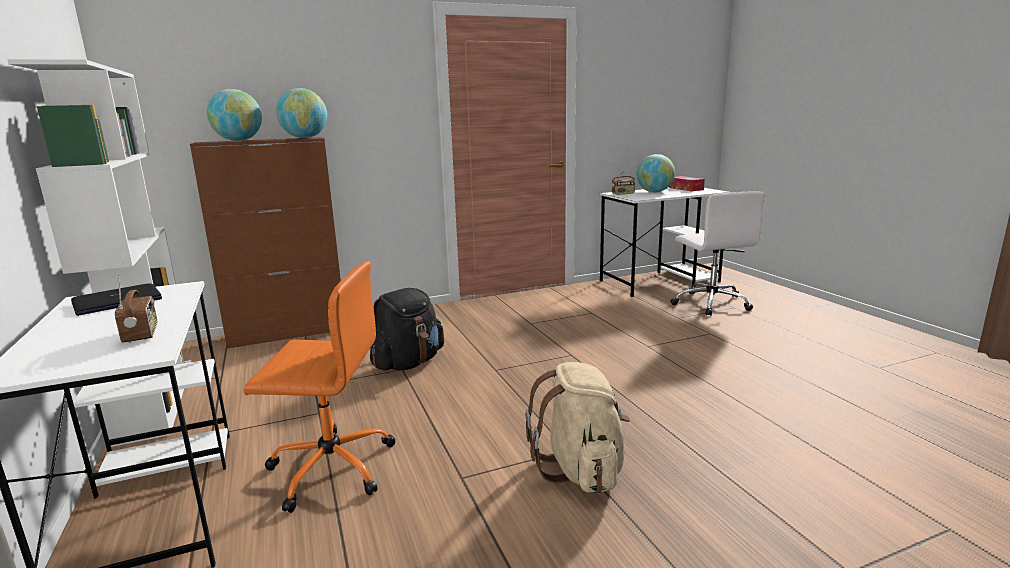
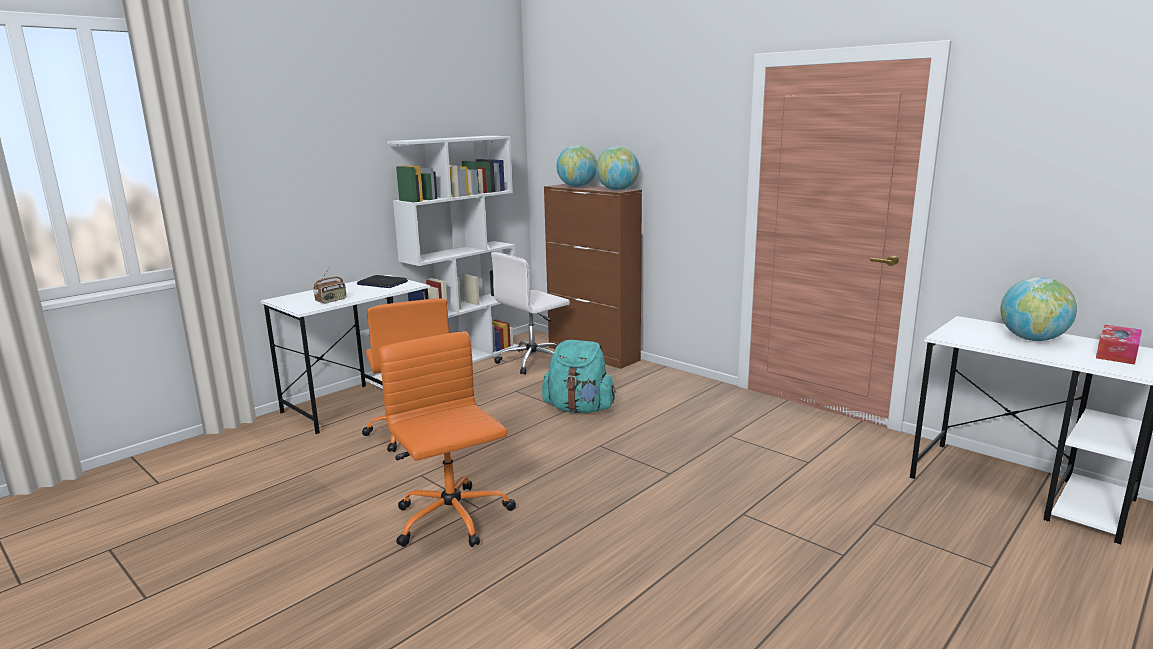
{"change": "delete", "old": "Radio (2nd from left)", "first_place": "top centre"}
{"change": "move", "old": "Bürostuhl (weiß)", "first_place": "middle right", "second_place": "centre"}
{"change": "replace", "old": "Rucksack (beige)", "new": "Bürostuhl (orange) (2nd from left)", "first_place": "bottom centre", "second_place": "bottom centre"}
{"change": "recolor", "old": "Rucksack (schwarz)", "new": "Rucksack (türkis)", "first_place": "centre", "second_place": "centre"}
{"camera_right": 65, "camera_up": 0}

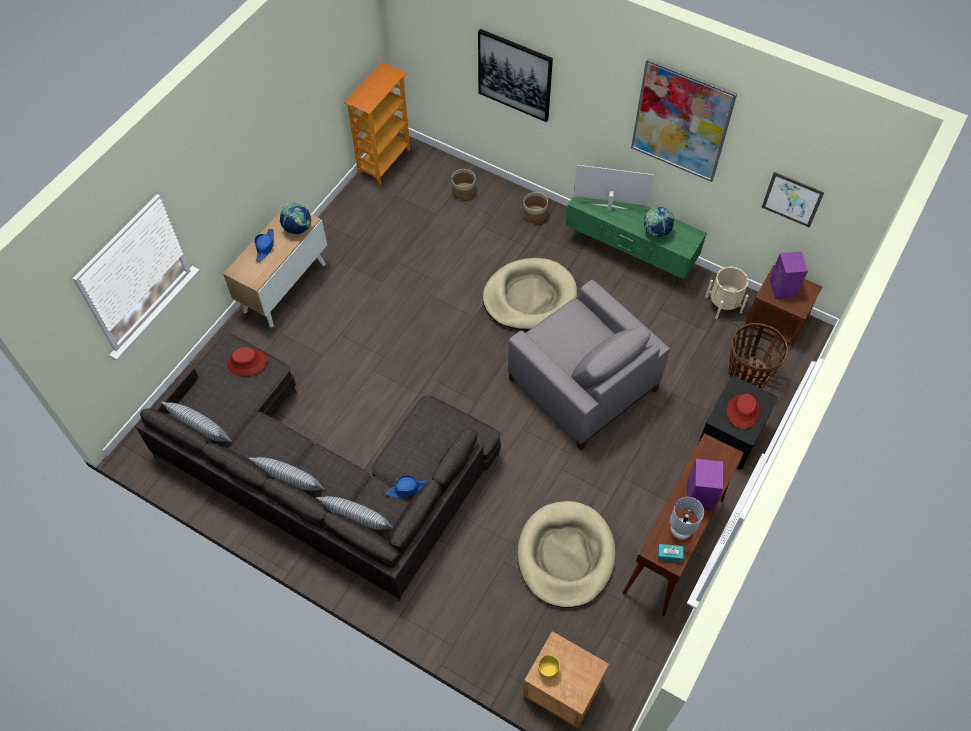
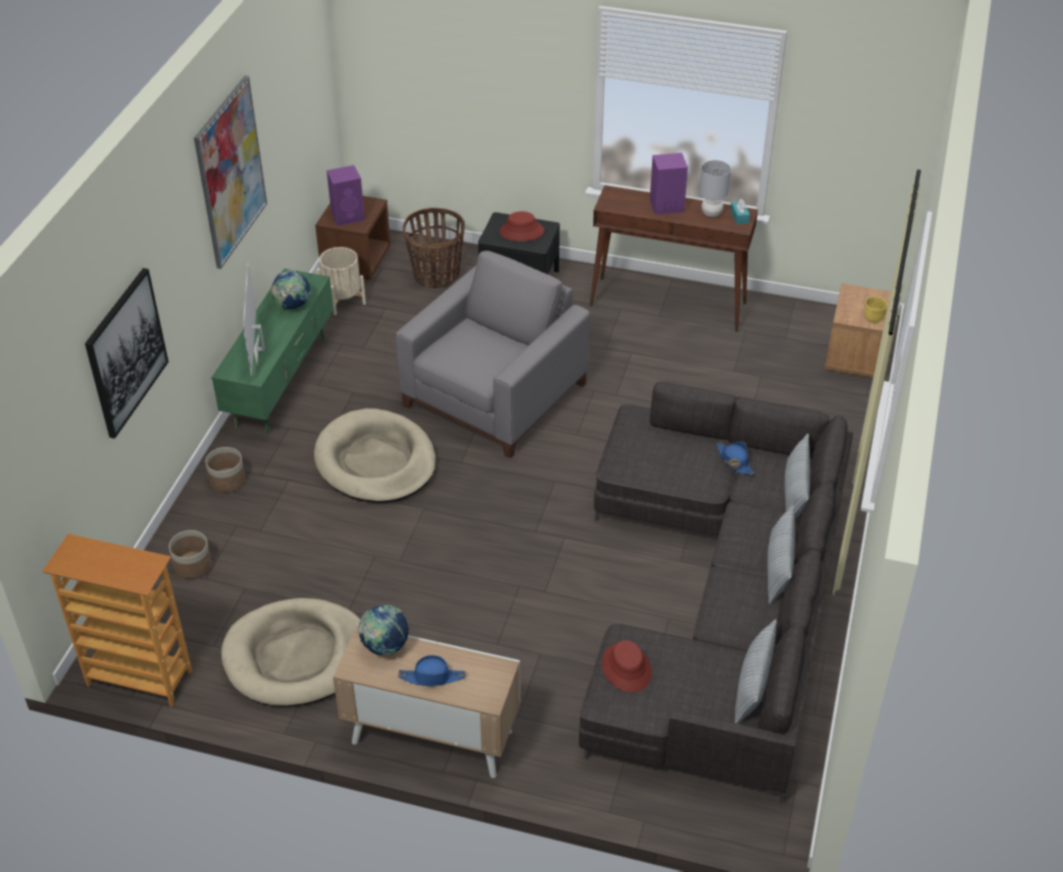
{"change": "delete", "old": "Bild (3rd from left)", "first_place": "top right"}
{"change": "move", "old": "Hundebett (beige) (2nd from left in the first image)", "new": "Hundebett (beige) (1st from left)", "first_place": "bottom centre", "second_place": "bottom left"}
{"camera_right": -105, "camera_up": -15}

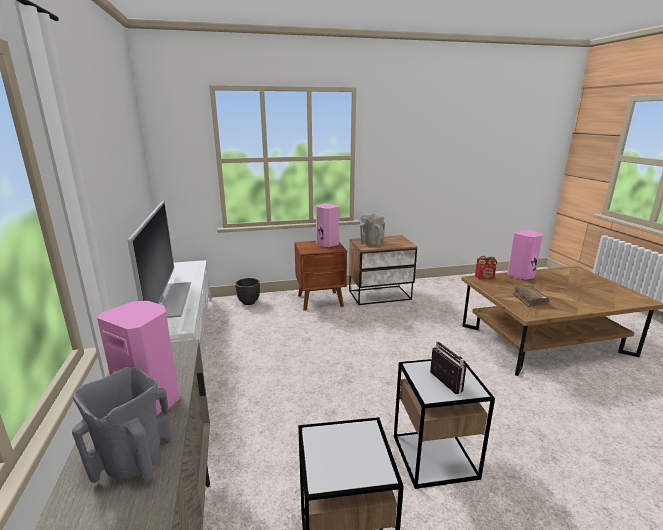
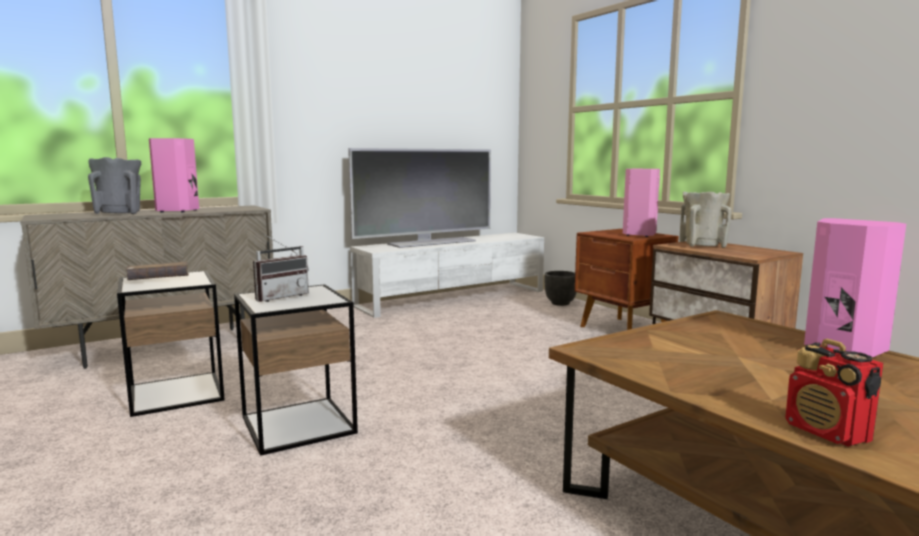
{"change": "move", "old": "Radio (2nd from left)", "first_place": "middle right", "second_place": "bottom right"}
{"change": "move", "old": "Buch (braun)", "first_place": "middle right", "second_place": "middle left"}
{"camera_right": 70, "camera_up": -10}

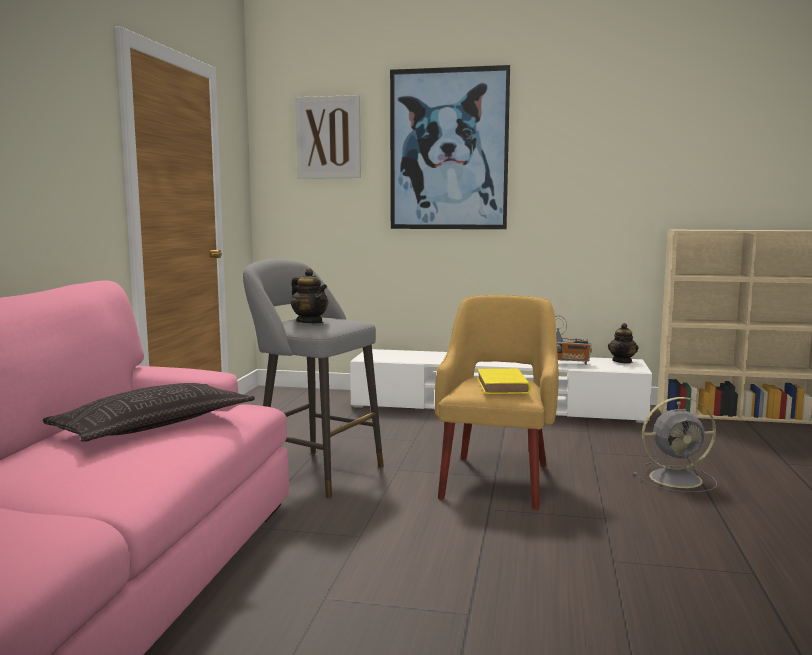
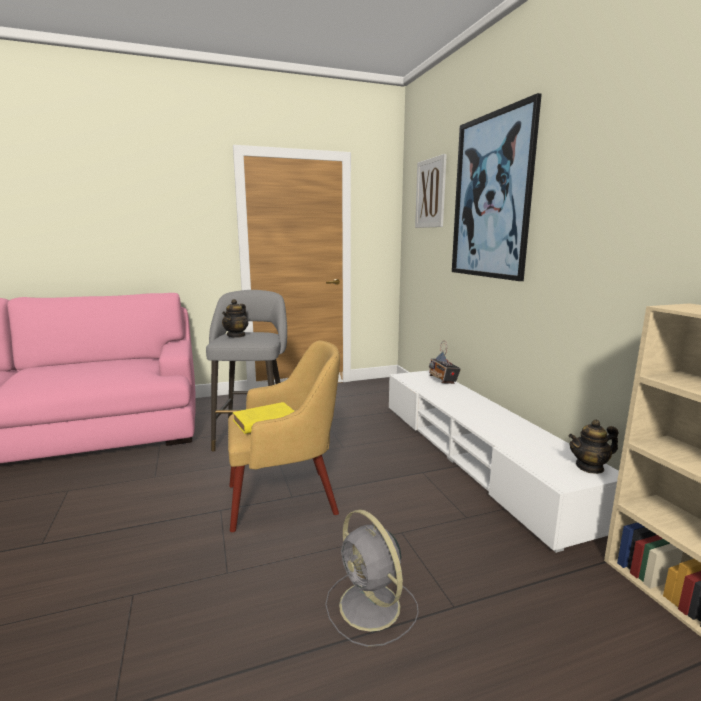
{"change": "delete", "old": "Kissen", "first_place": "middle left"}
{"change": "move", "old": "Radio", "first_place": "middle right", "second_place": "centre"}
{"camera_right": 60, "camera_up": 5}

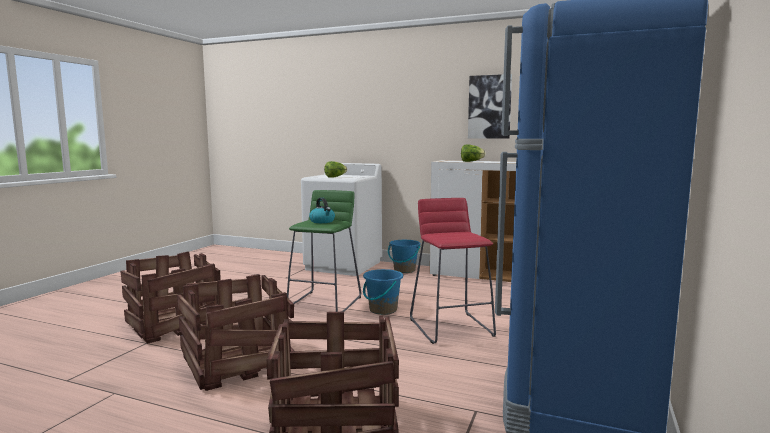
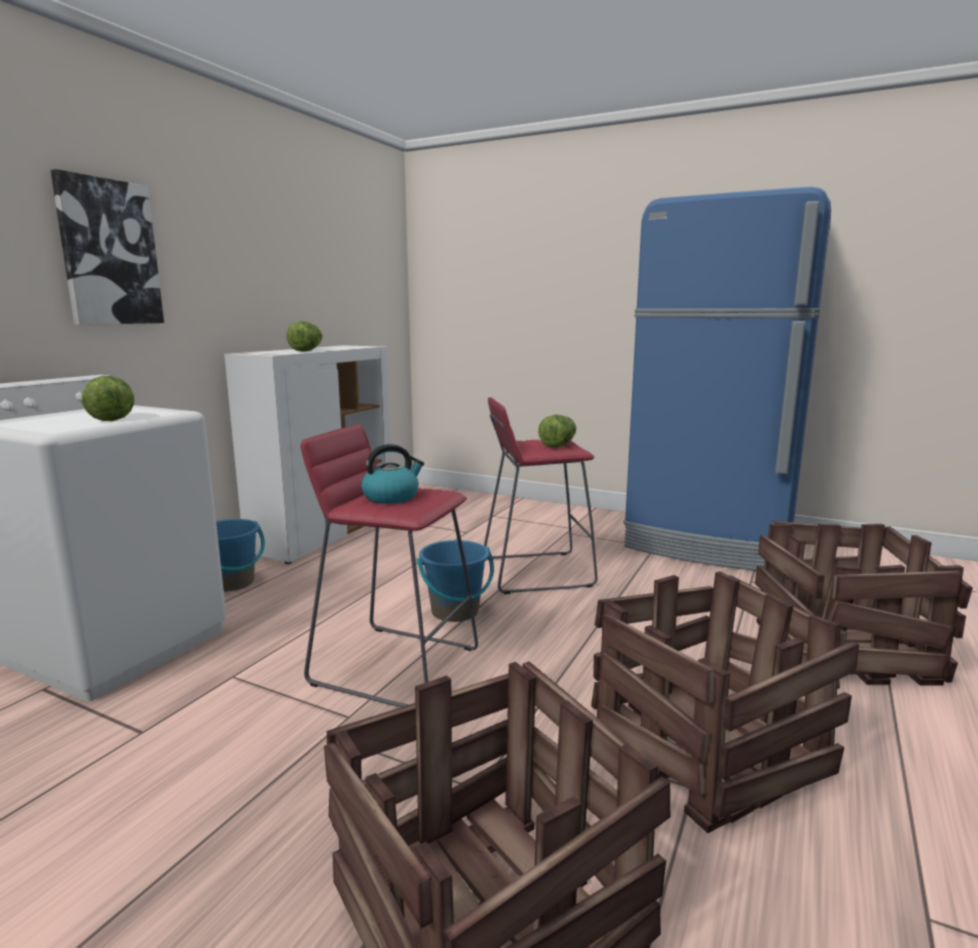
{"change": "insert", "new": "Salatkopf (3rd from left)", "second_place": "centre"}
{"change": "move", "old": "Bild", "first_place": "top centre", "second_place": "top left"}
{"change": "recolor", "old": "Hocker (grün)", "new": "Hocker (rot) (1st from left)", "first_place": "centre", "second_place": "centre"}
{"camera_right": -85, "camera_up": 5}

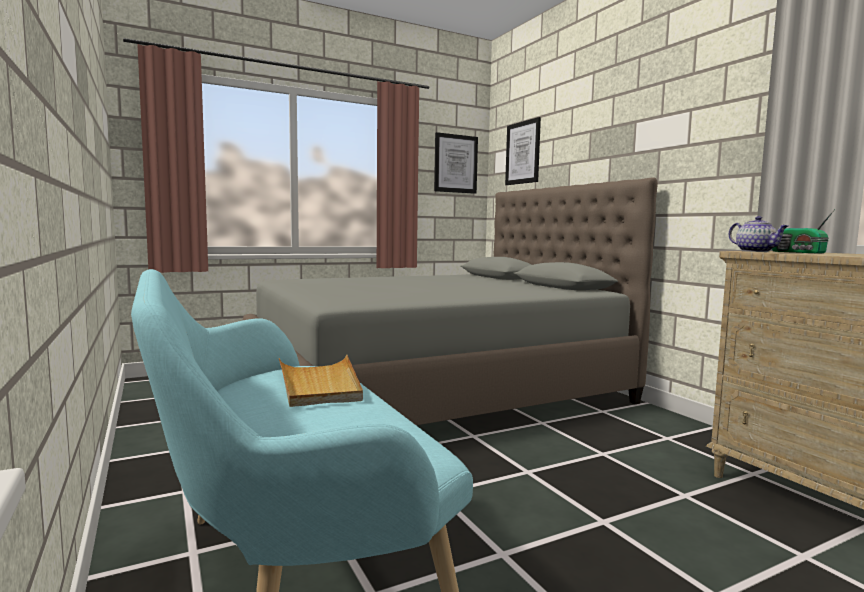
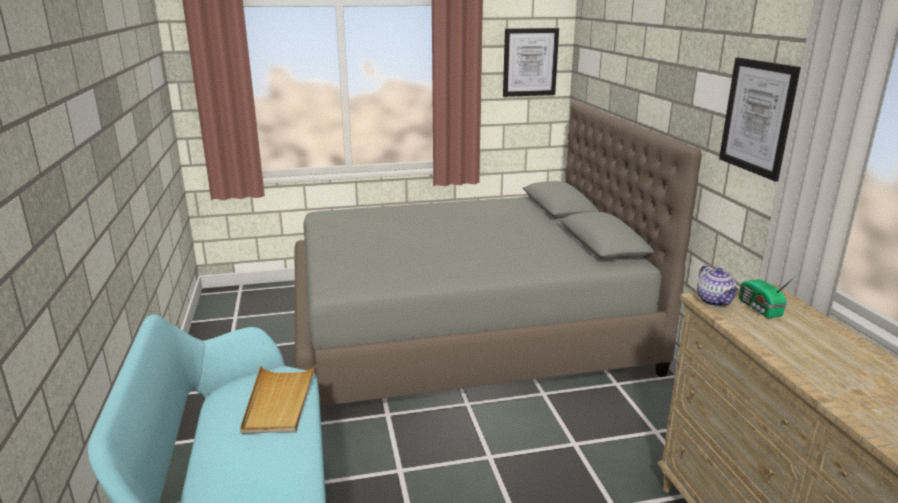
{"change": "move", "old": "Bild (2nd from left)", "first_place": "top centre", "second_place": "top right"}
{"camera_right": 15, "camera_up": 15}

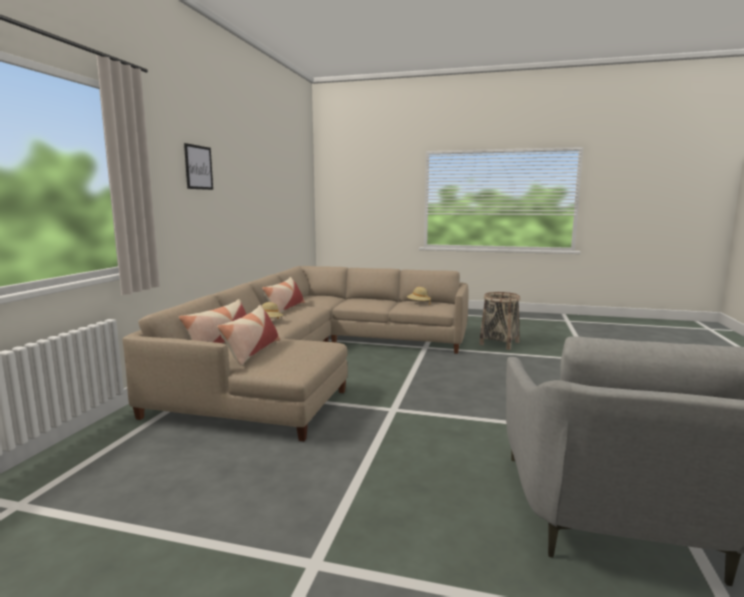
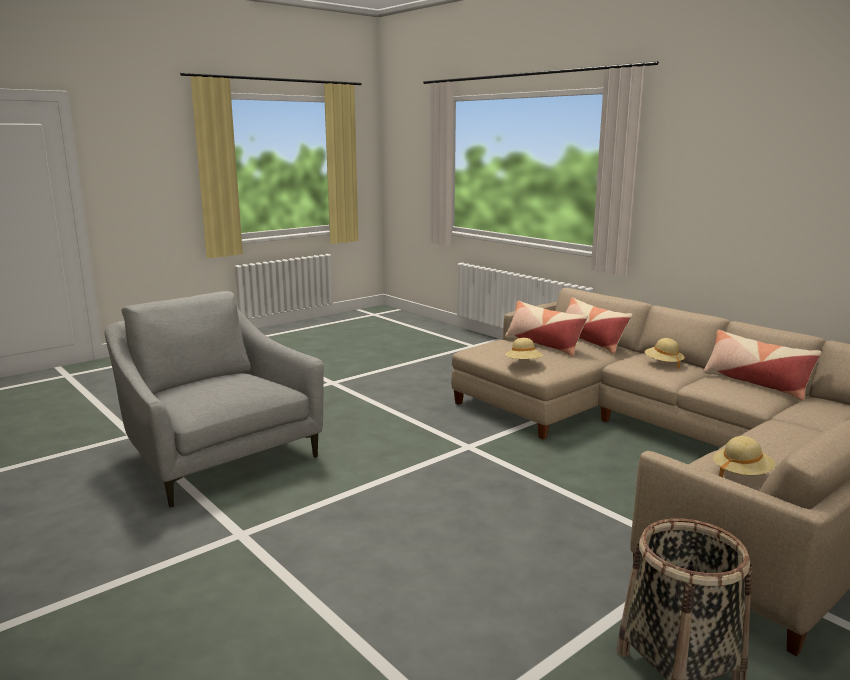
{"change": "delete", "old": "Bild", "first_place": "top left"}
{"change": "insert", "new": "Hut (beige) (1st from left)", "second_place": "centre"}
{"camera_right": 125, "camera_up": 5}

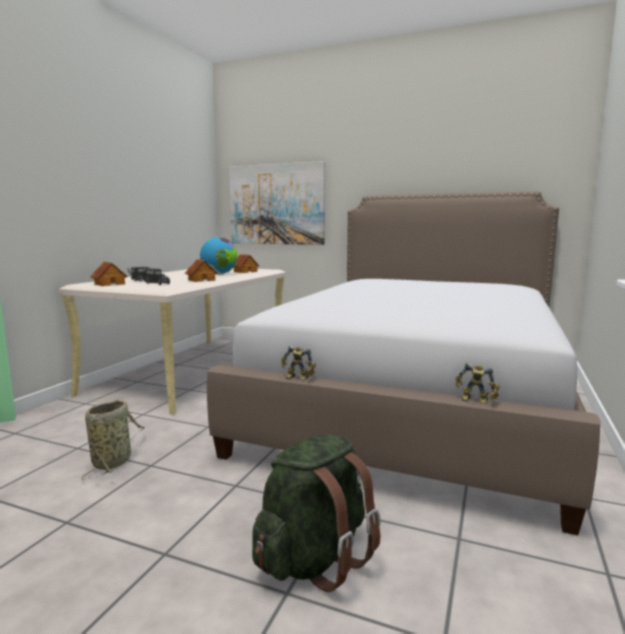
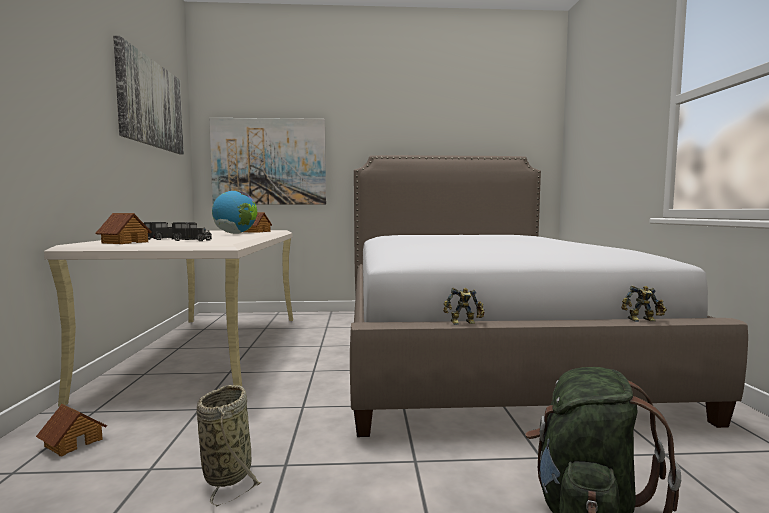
{"change": "insert", "new": "Bild (1st from left)", "second_place": "top left"}
{"change": "move", "old": "Spielzeughaus (2nd from left in the first image)", "new": "Spielzeughaus (1st from left)", "first_place": "middle left", "second_place": "bottom left"}
{"camera_right": -25, "camera_up": -5}

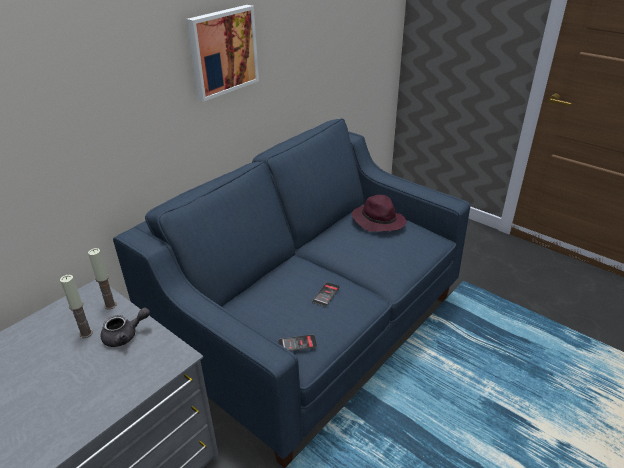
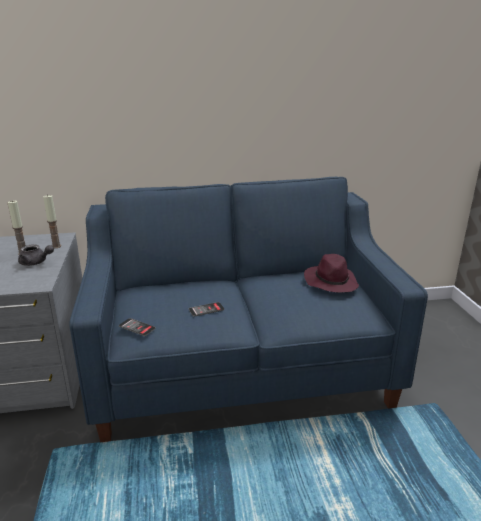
{"change": "delete", "old": "Bild", "first_place": "top centre"}
{"camera_right": 40, "camera_up": -10}

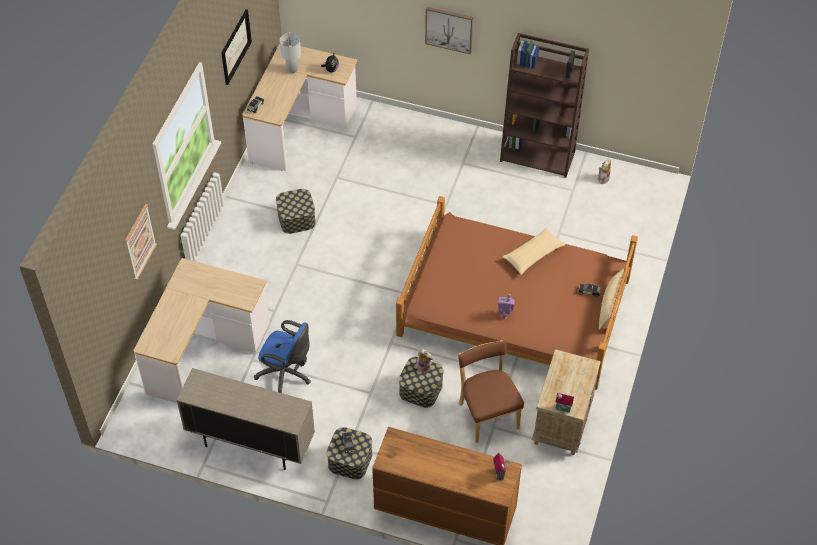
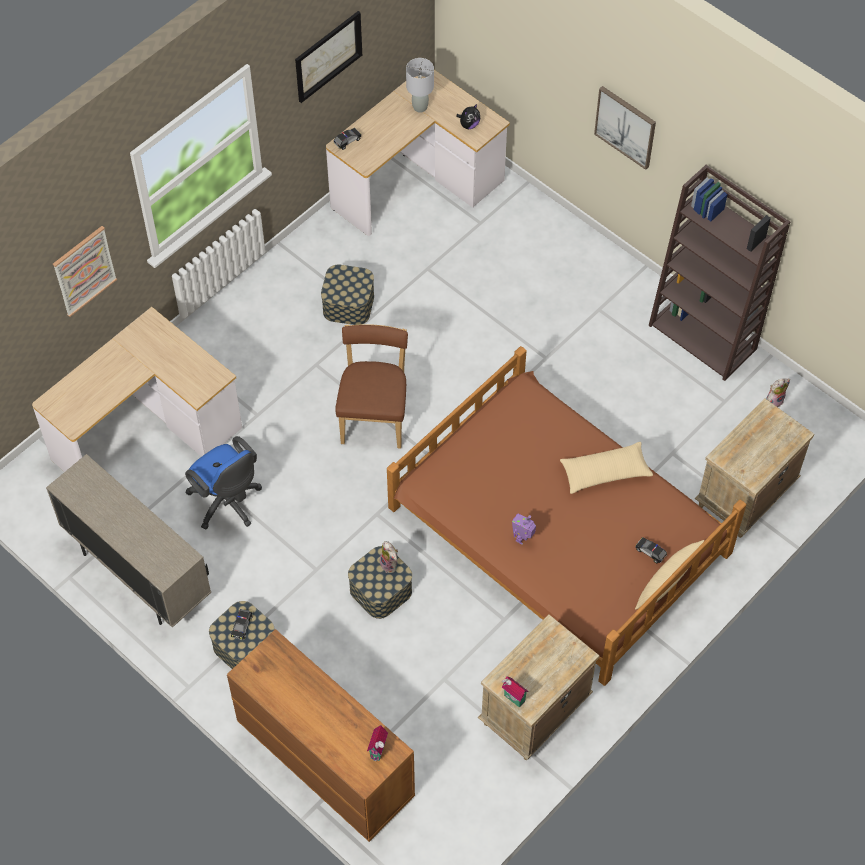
{"change": "insert", "new": "Nachttisch (beige) (2nd from left)", "second_place": "middle right"}
{"change": "move", "old": "Stuhl (braun)", "first_place": "bottom centre", "second_place": "centre"}
{"camera_right": 25, "camera_up": 5}

